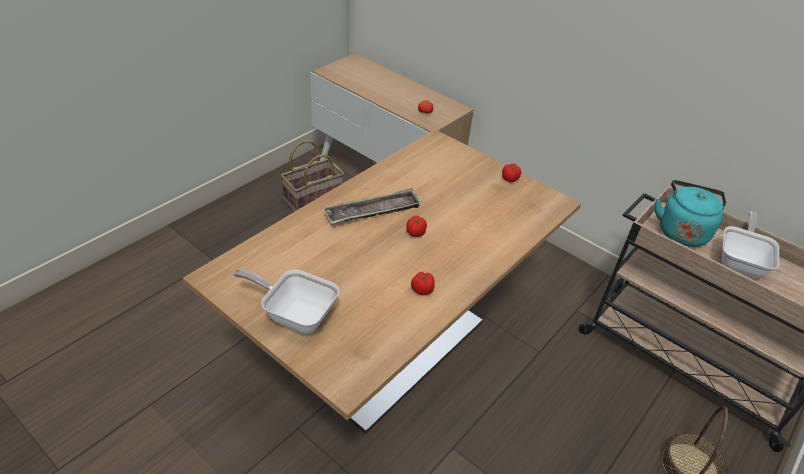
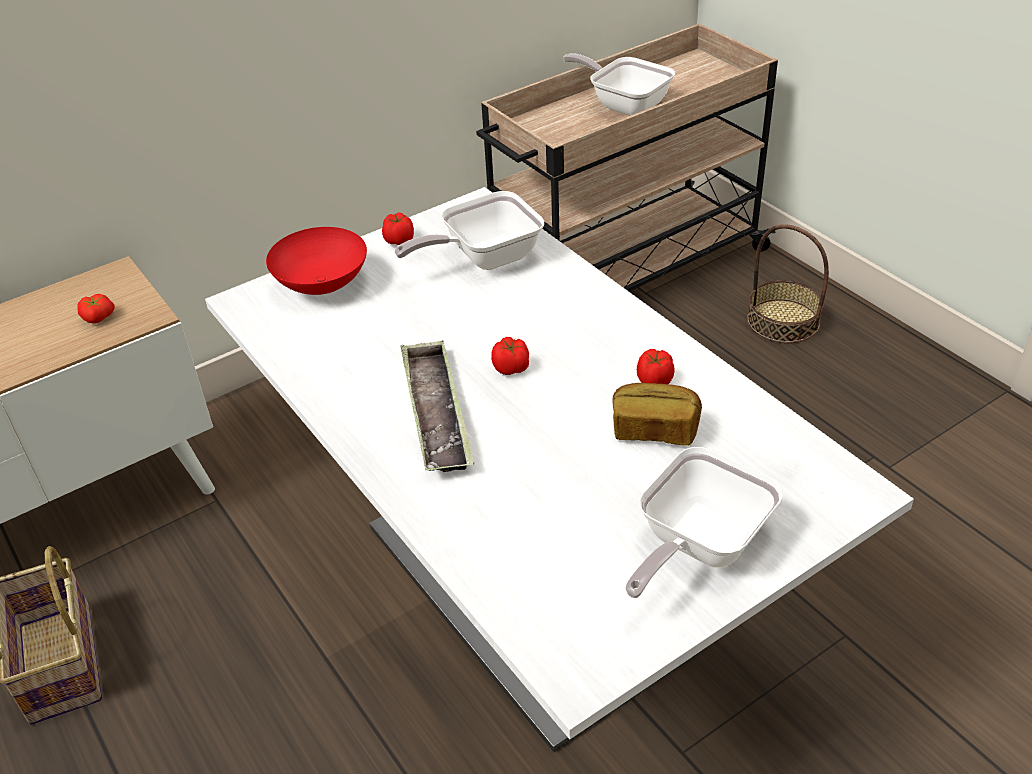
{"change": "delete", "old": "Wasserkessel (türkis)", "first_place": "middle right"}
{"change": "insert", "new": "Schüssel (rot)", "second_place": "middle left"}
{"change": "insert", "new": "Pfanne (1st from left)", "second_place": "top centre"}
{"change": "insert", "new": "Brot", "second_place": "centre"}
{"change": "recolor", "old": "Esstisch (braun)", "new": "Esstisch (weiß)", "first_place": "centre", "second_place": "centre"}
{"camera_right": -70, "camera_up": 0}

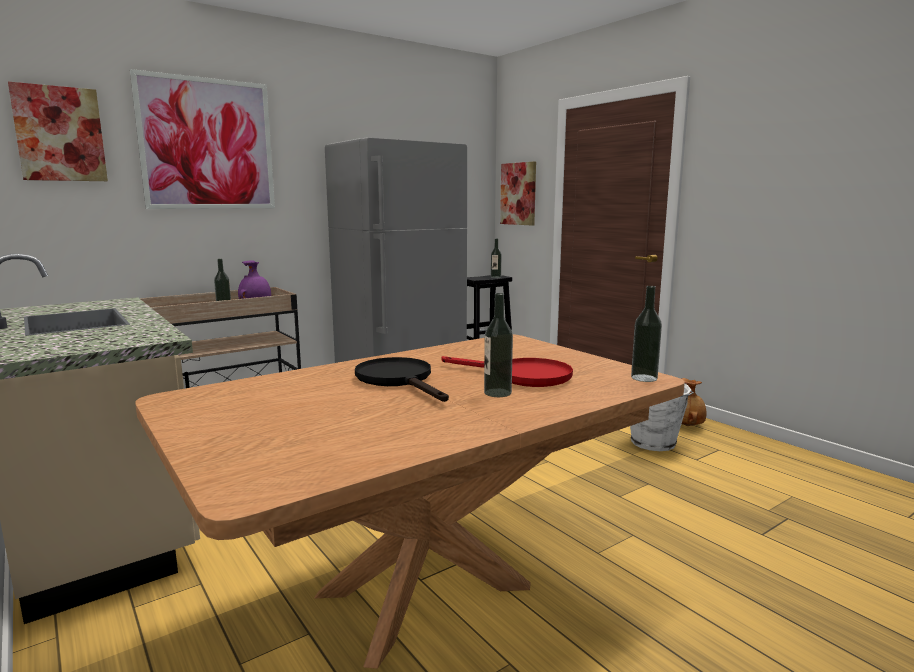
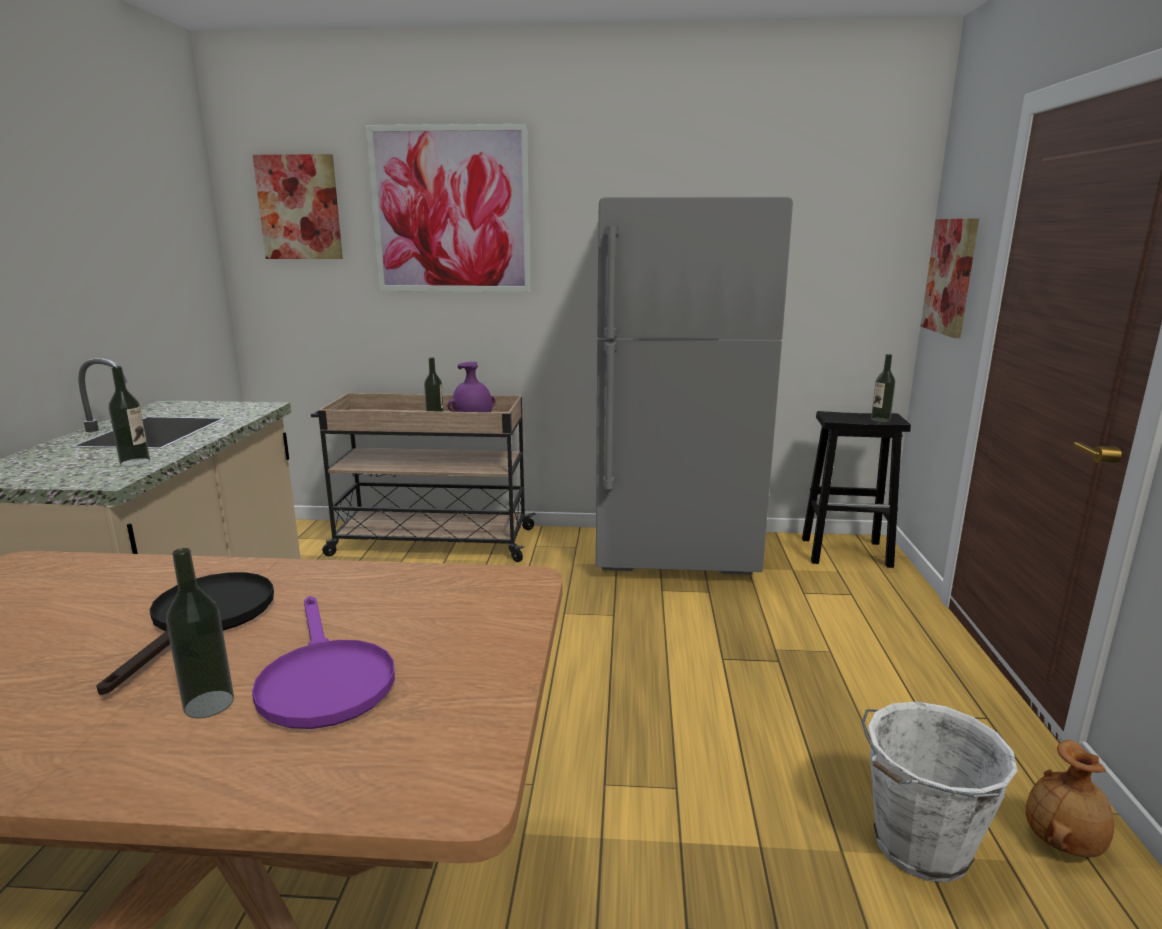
{"change": "move", "old": "Flasche (4th from left in the first image)", "new": "Flasche (1st from left)", "first_place": "middle right", "second_place": "middle left"}
{"change": "recolor", "old": "Pfanne (rot)", "new": "Pfanne (lila)", "first_place": "centre", "second_place": "bottom left"}
{"camera_right": 40, "camera_up": 5}

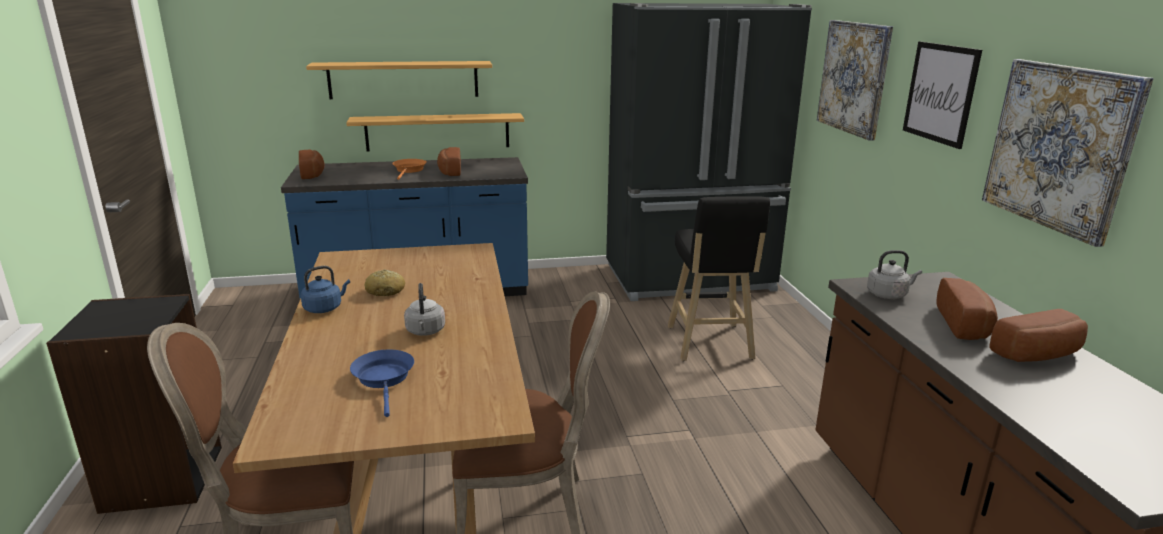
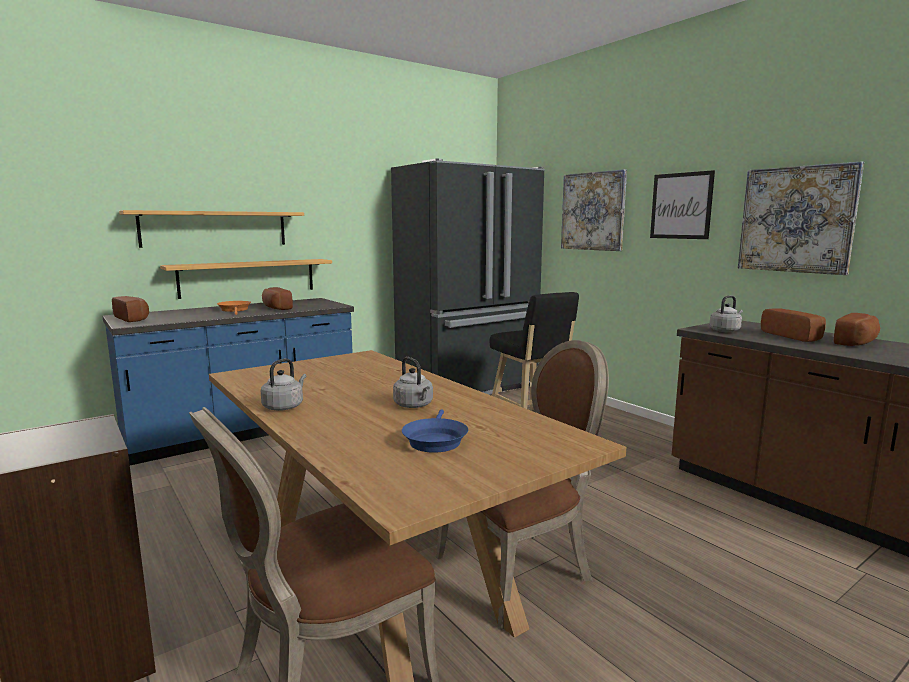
{"change": "delete", "old": "Brot (2nd from left)", "first_place": "middle left"}
{"change": "recolor", "old": "Wasserkessel (blau)", "new": "Wasserkessel (grau) (1st from left)", "first_place": "middle left", "second_place": "middle left"}
{"change": "rotate", "old": "Pfanne (blau)", "first_place": "bottom left", "second_place": "centre", "degrees": -135}
{"camera_right": -25, "camera_up": -10}

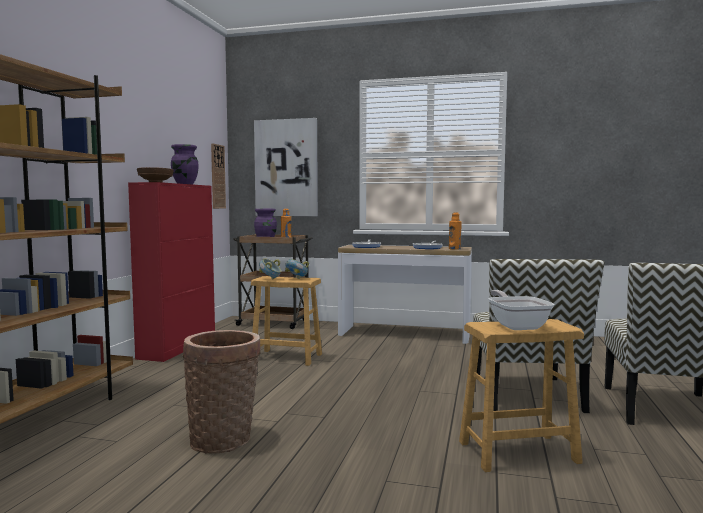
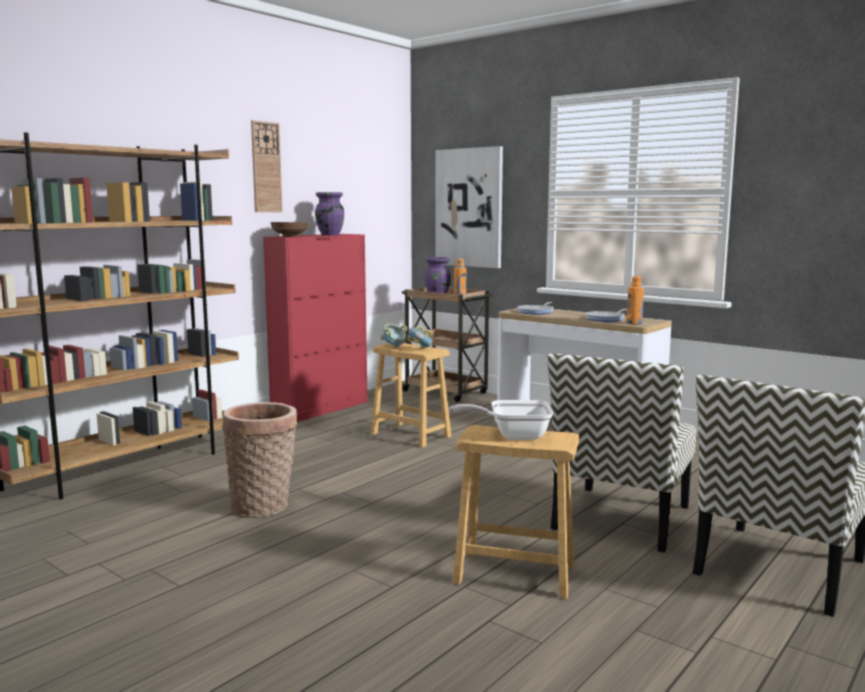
{"change": "move", "old": "Wanduhr", "first_place": "middle left", "second_place": "top left"}
{"change": "rotate", "old": "Pfanne (3rd from left in the first image)", "first_place": "middle right", "second_place": "centre", "degrees": -105}
{"camera_right": 25, "camera_up": 5}

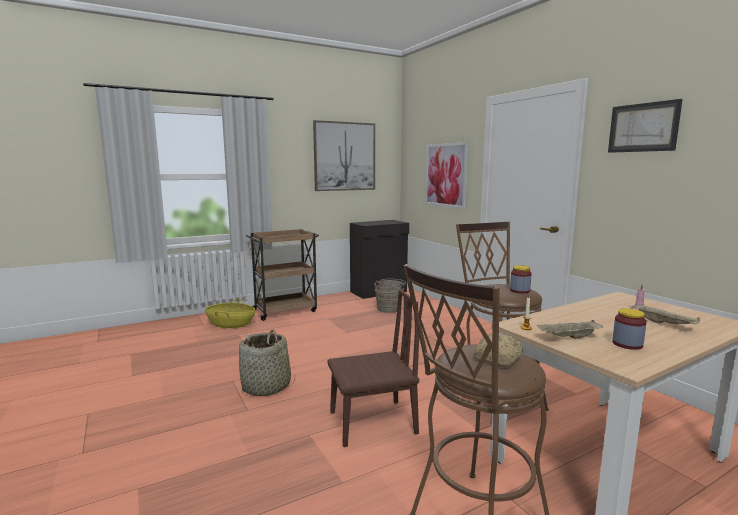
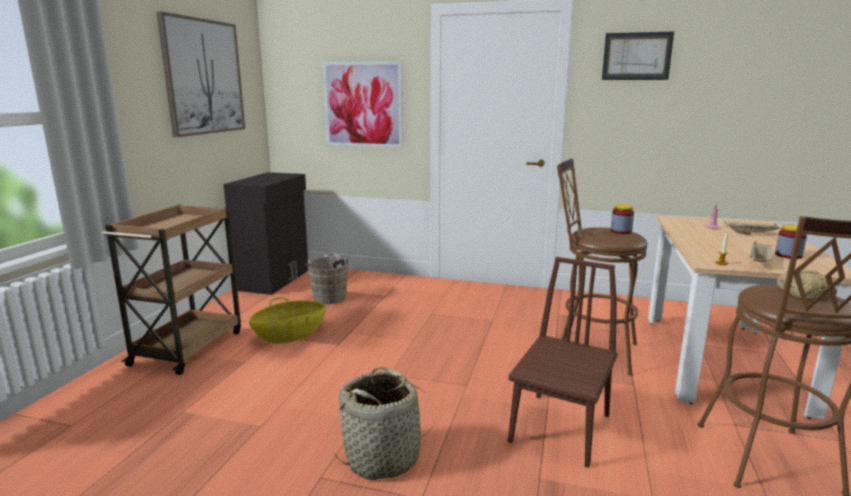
{"change": "move", "old": "Korb (1st from left)", "first_place": "middle left", "second_place": "centre"}
{"camera_right": -45, "camera_up": 5}

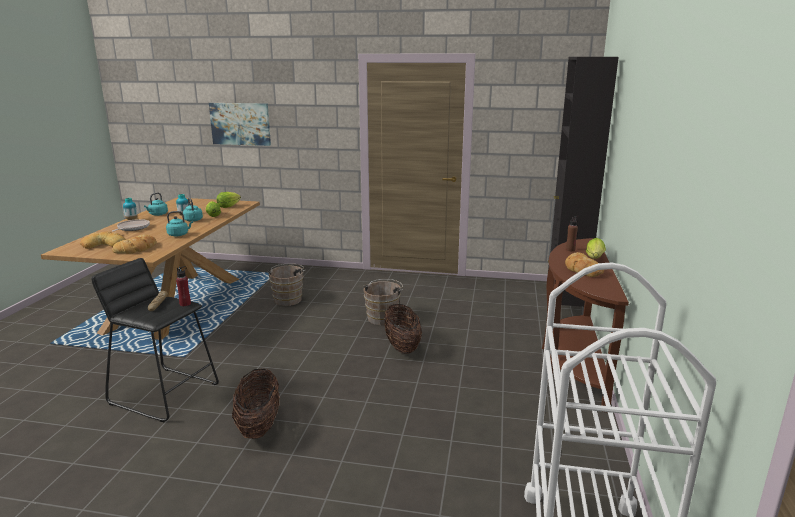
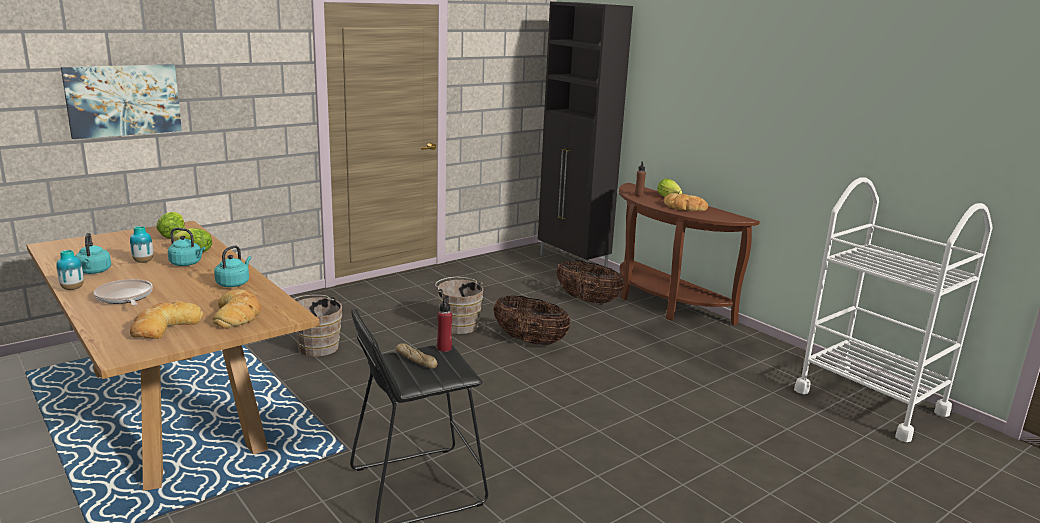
{"change": "move", "old": "Korb (1st from left in the first image)", "new": "Korb (2nd from left)", "first_place": "bottom left", "second_place": "centre"}
{"camera_right": -50, "camera_up": 0}

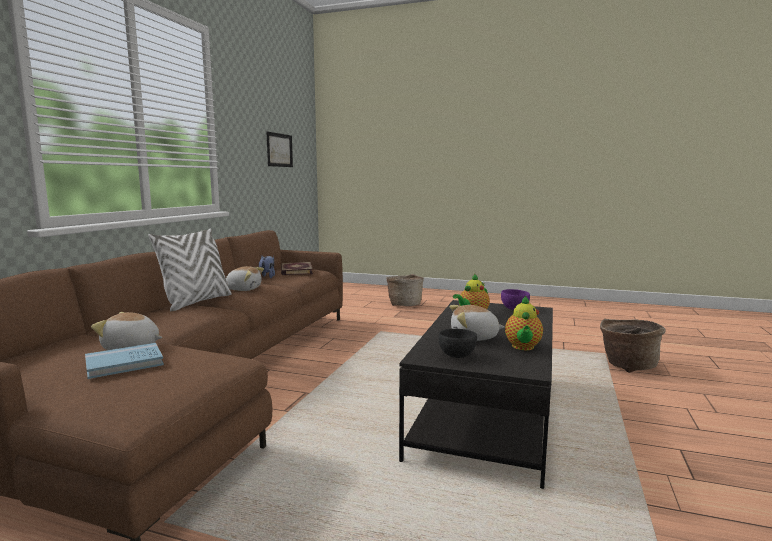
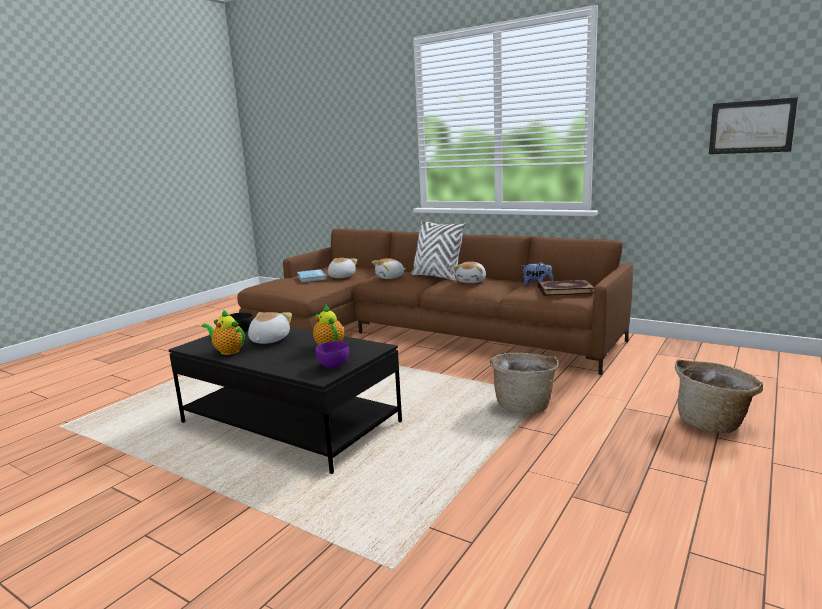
{"change": "insert", "new": "Plüschtier (3rd from left)", "second_place": "centre"}
{"change": "move", "old": "Korb (2nd from left in the first image)", "new": "Korb (1st from left)", "first_place": "middle right", "second_place": "centre"}
{"camera_right": 105, "camera_up": 5}

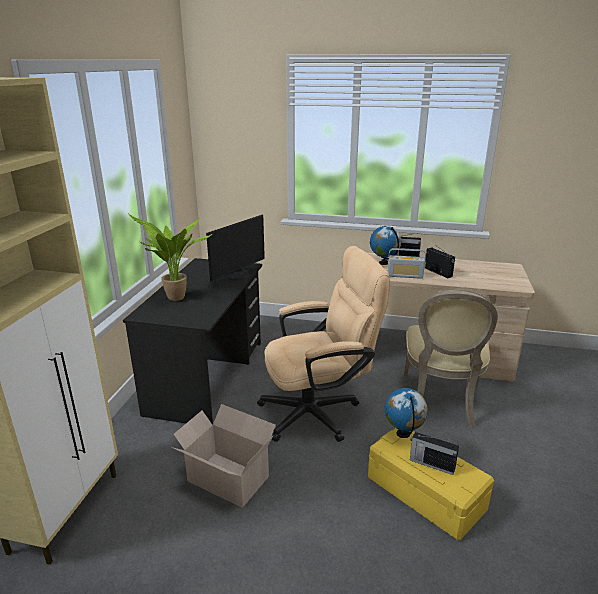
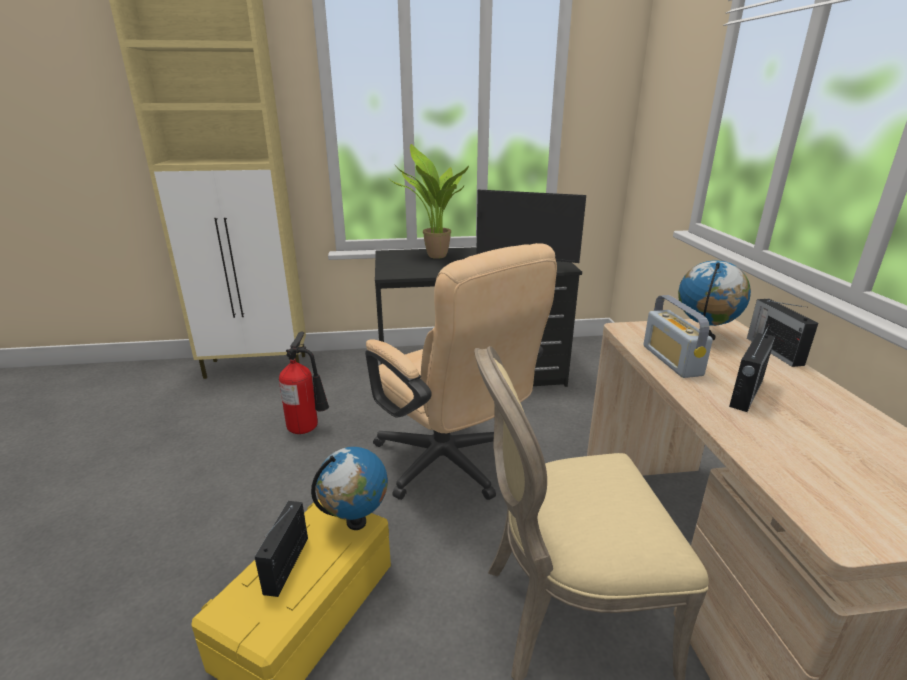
{"change": "replace", "old": "Karton", "new": "Feuerlöscher", "first_place": "bottom centre", "second_place": "centre"}
{"camera_right": 70, "camera_up": 0}

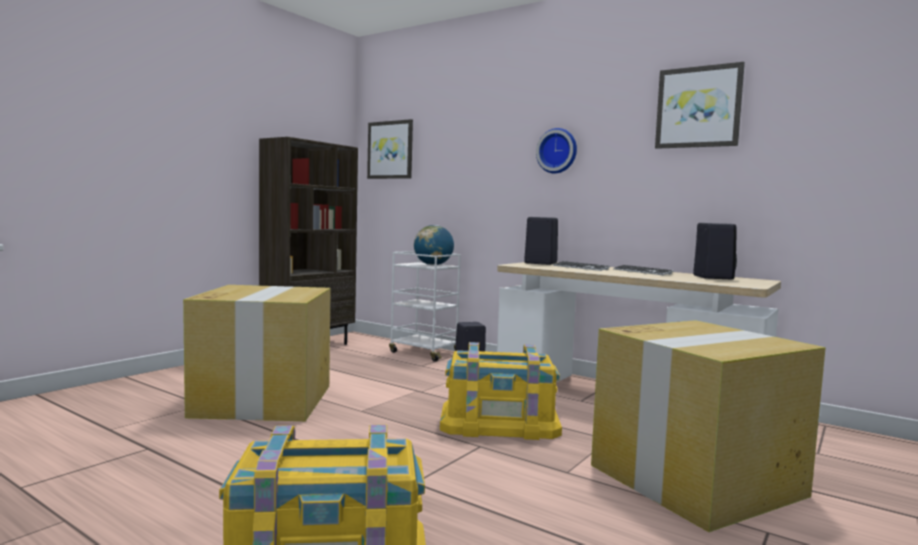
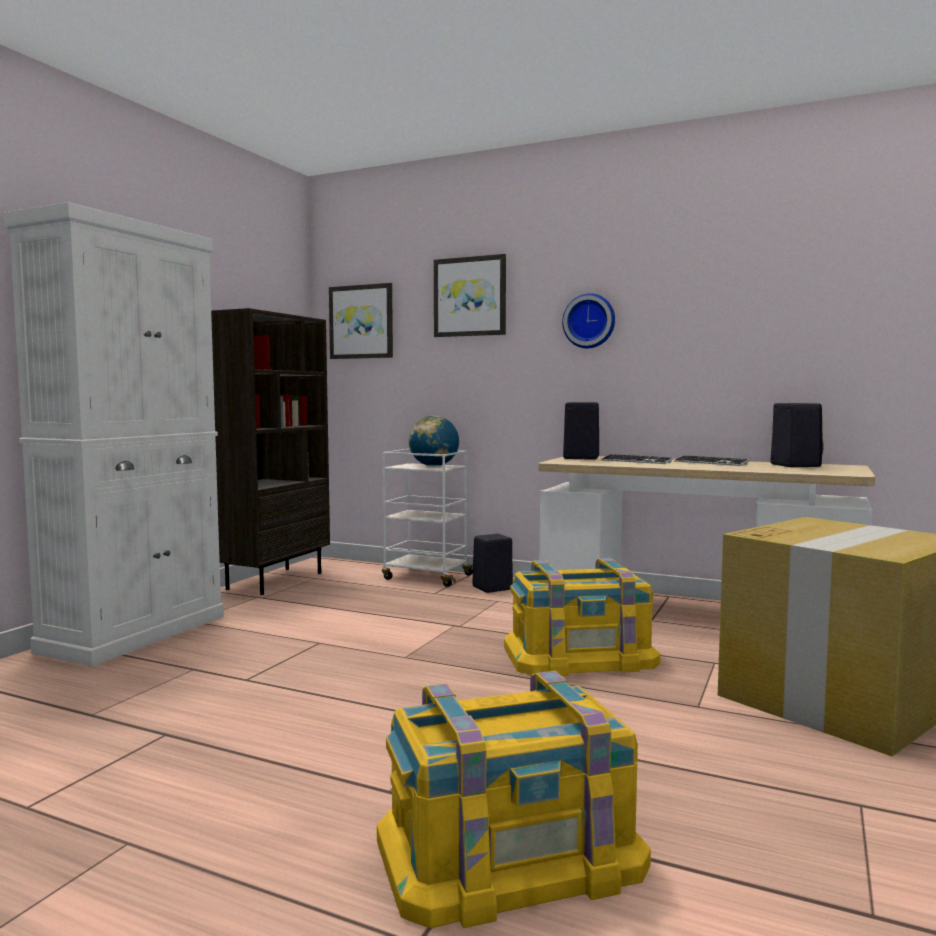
{"change": "delete", "old": "Karton (1st from left)", "first_place": "middle left"}
{"change": "insert", "new": "Schrank (weiß)", "second_place": "middle left"}
{"change": "move", "old": "Bild (2nd from left)", "first_place": "top right", "second_place": "top centre"}
{"camera_right": -10, "camera_up": 0}

